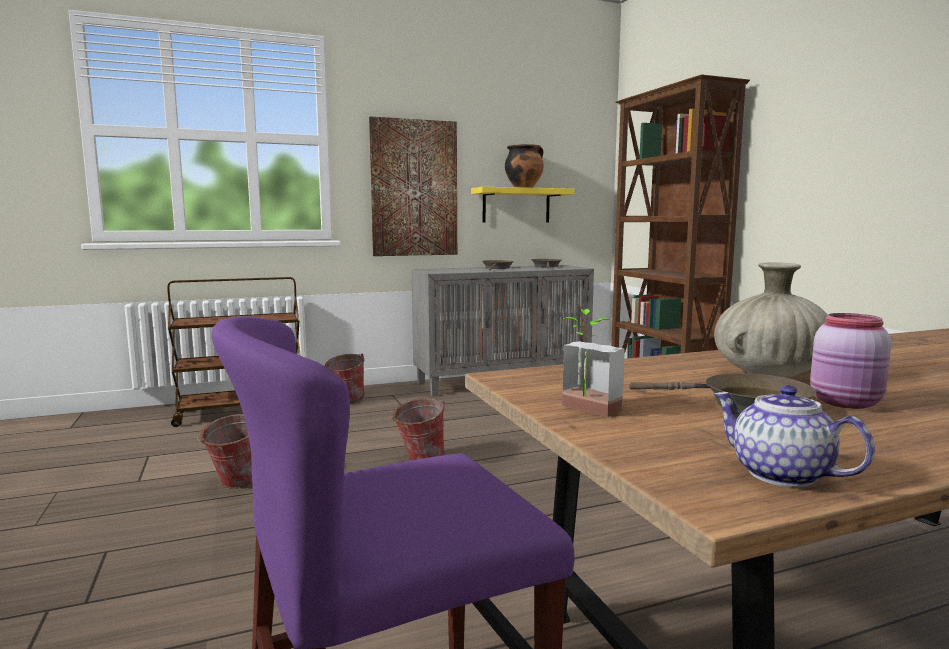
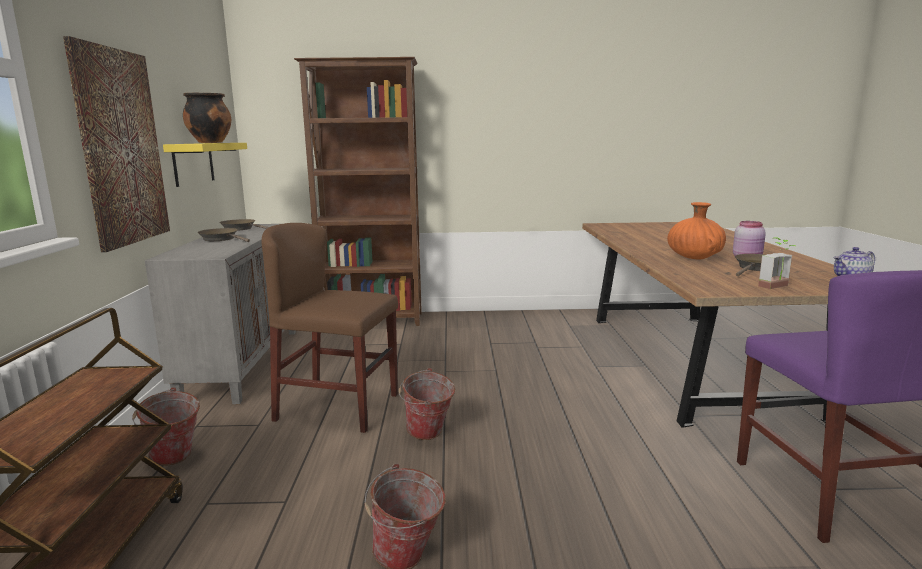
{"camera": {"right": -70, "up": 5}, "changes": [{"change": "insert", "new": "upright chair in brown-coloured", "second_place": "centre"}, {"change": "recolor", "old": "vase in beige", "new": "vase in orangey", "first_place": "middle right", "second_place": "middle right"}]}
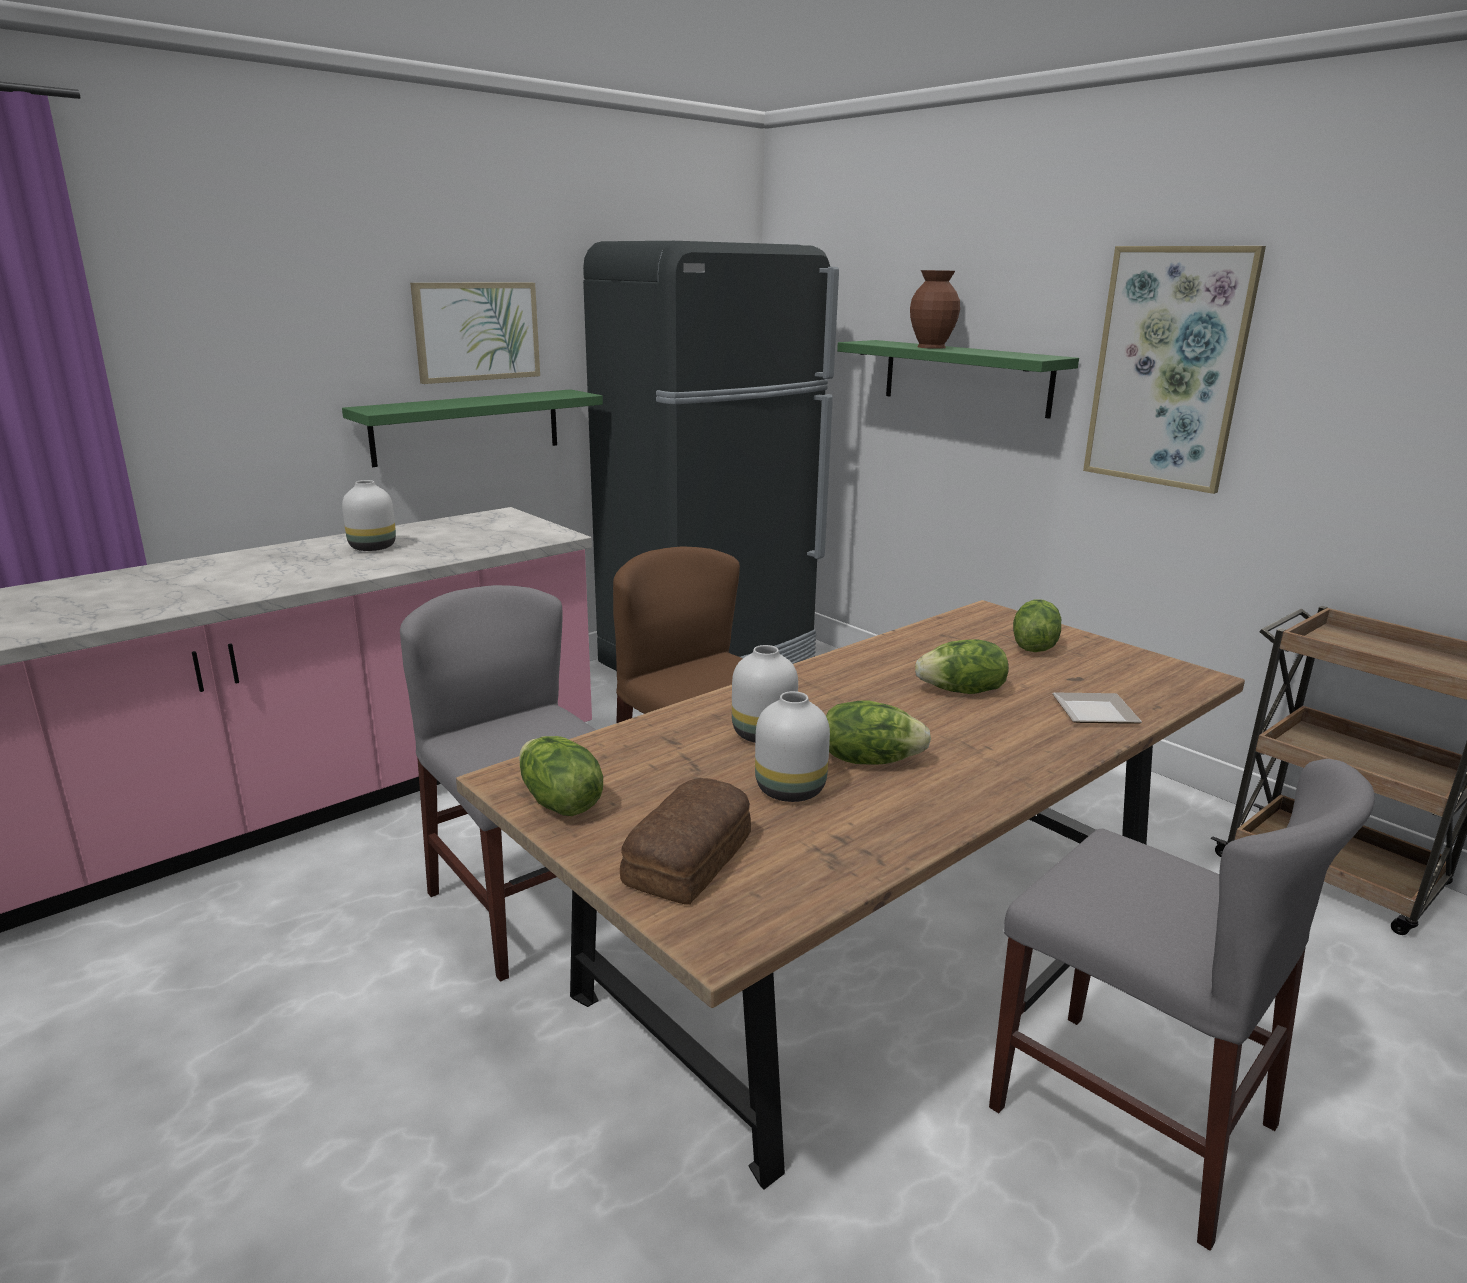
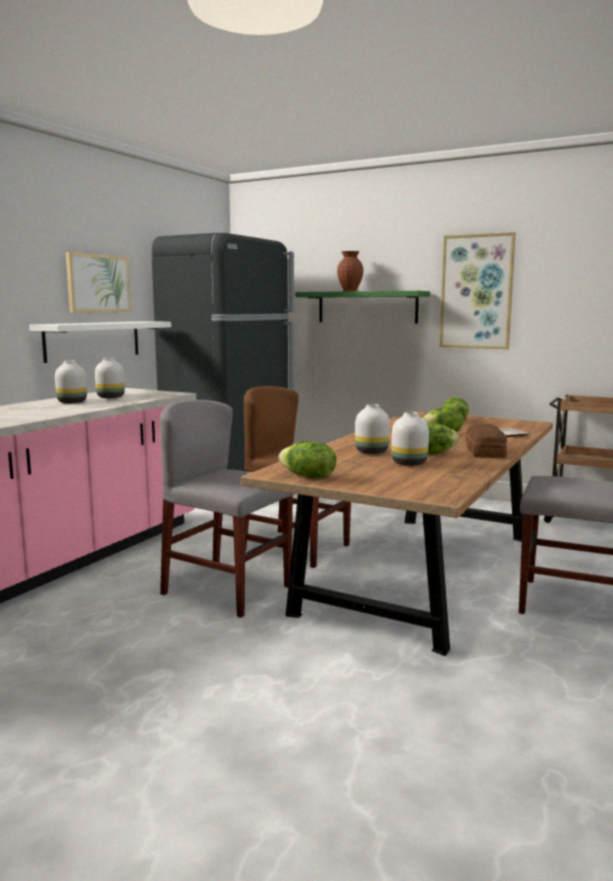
{"camera": {"right": -20, "up": -10}, "changes": [{"change": "insert", "new": "vase in white-coloured (2nd from left)", "second_place": "middle left"}, {"change": "move", "old": "bread", "first_place": "centre", "second_place": "middle right"}, {"change": "recolor", "old": "wall shelf in green-coloured (1st from left)", "new": "wall shelf in white-coloured", "first_place": "middle left", "second_place": "middle left"}]}
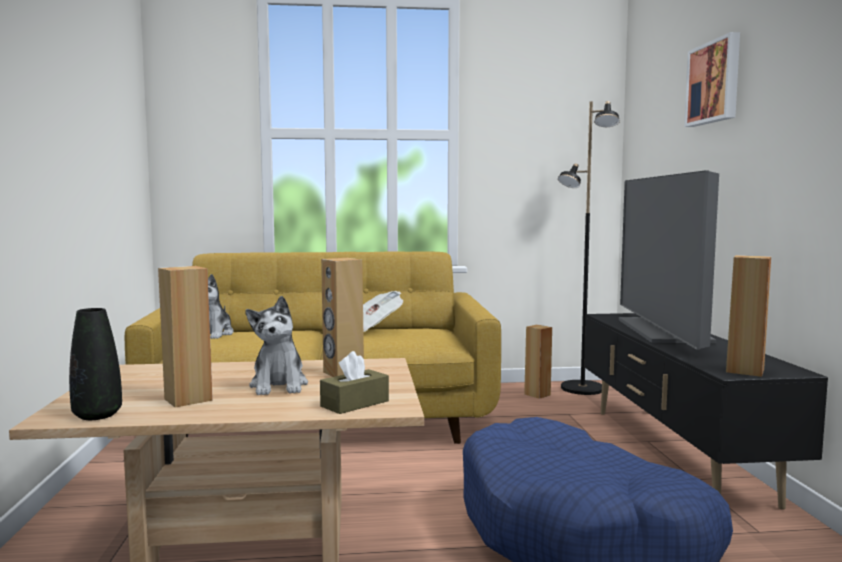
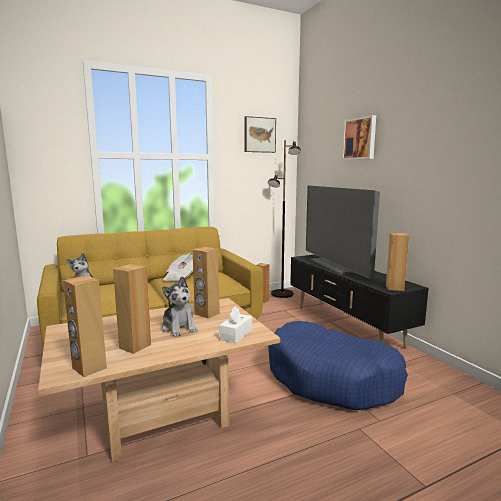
{"camera": {"right": -20, "up": 5}, "changes": [{"change": "insert", "new": "wall art (1st from left)", "second_place": "top centre"}, {"change": "replace", "old": "vase in blackish", "new": "audio speaker in brown-coloured (1st from left)", "first_place": "middle left", "second_place": "middle left"}, {"change": "recolor", "old": "tissue holder in brown-coloured", "new": "tissue holder in white-coloured", "first_place": "bottom centre", "second_place": "centre"}]}
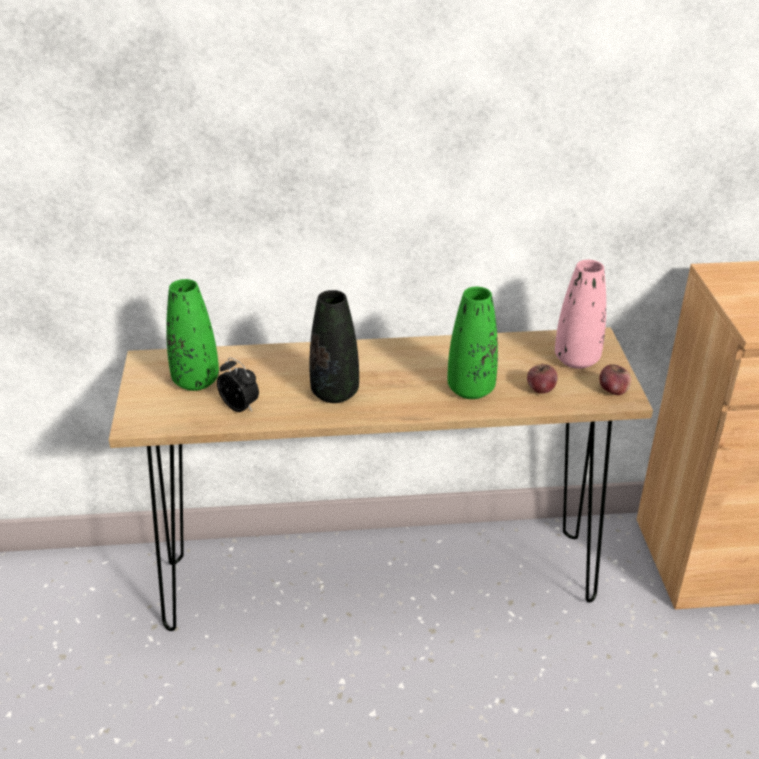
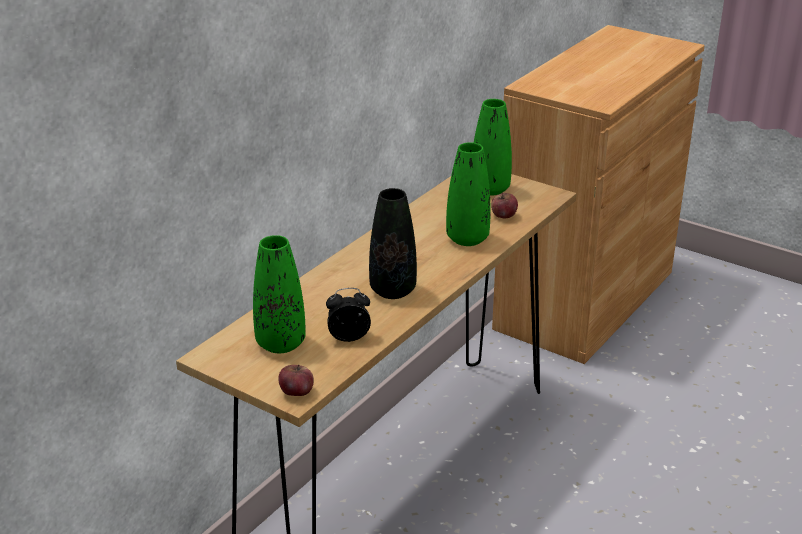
{"camera": {"right": -50, "up": -5}, "changes": [{"change": "move", "old": "apple fruit (2nd from left in the first image)", "new": "apple fruit (1st from left)", "first_place": "middle right", "second_place": "bottom centre"}, {"change": "recolor", "old": "vase in pink-coloured", "new": "vase in green-coloured (3rd from left)", "first_place": "middle right", "second_place": "top centre"}]}
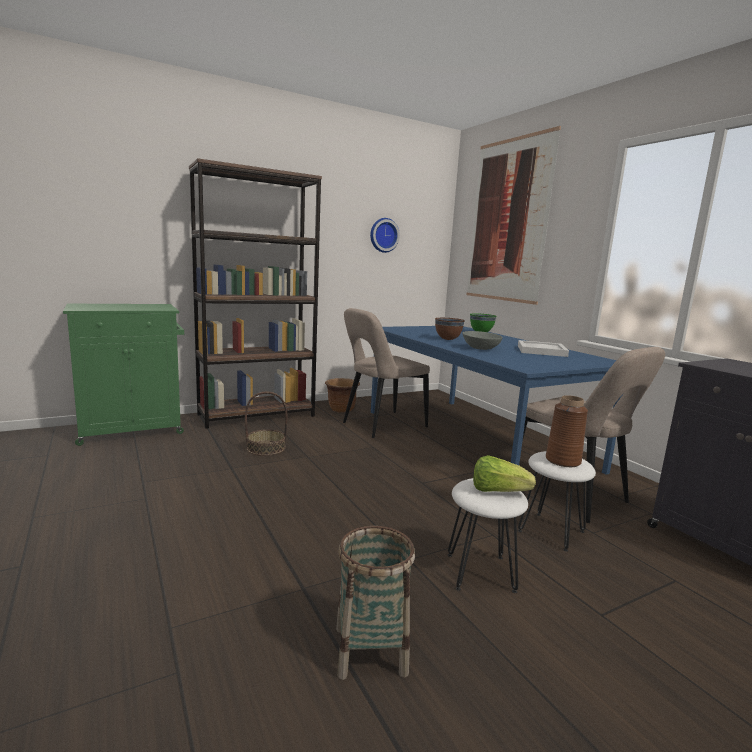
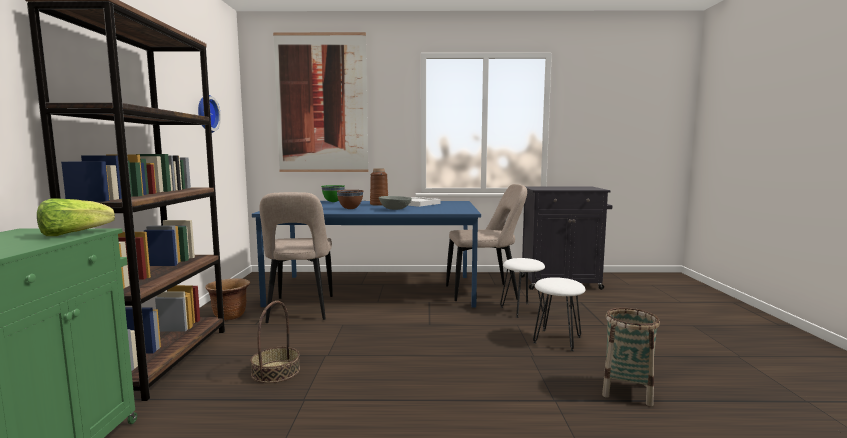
{"camera": {"right": -60, "up": -5}, "changes": [{"change": "move", "old": "lettuce", "first_place": "middle right", "second_place": "middle left"}, {"change": "move", "old": "vase in brown-coloured", "first_place": "middle right", "second_place": "centre"}]}
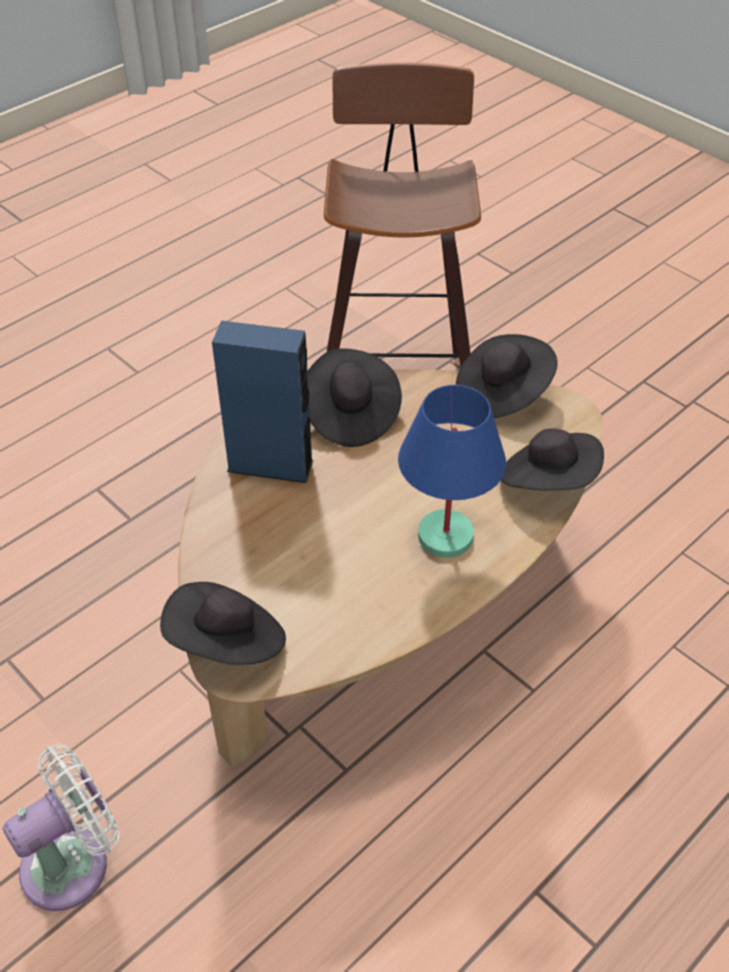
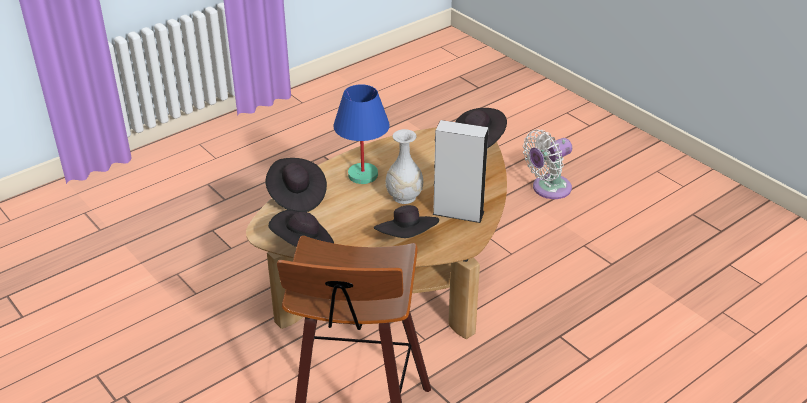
{"camera": {"right": -175, "up": -10}, "changes": [{"change": "insert", "new": "vase in white-coloured", "second_place": "centre"}, {"change": "recolor", "old": "audio speaker in bluish", "new": "audio speaker in greyish", "first_place": "centre", "second_place": "centre"}]}
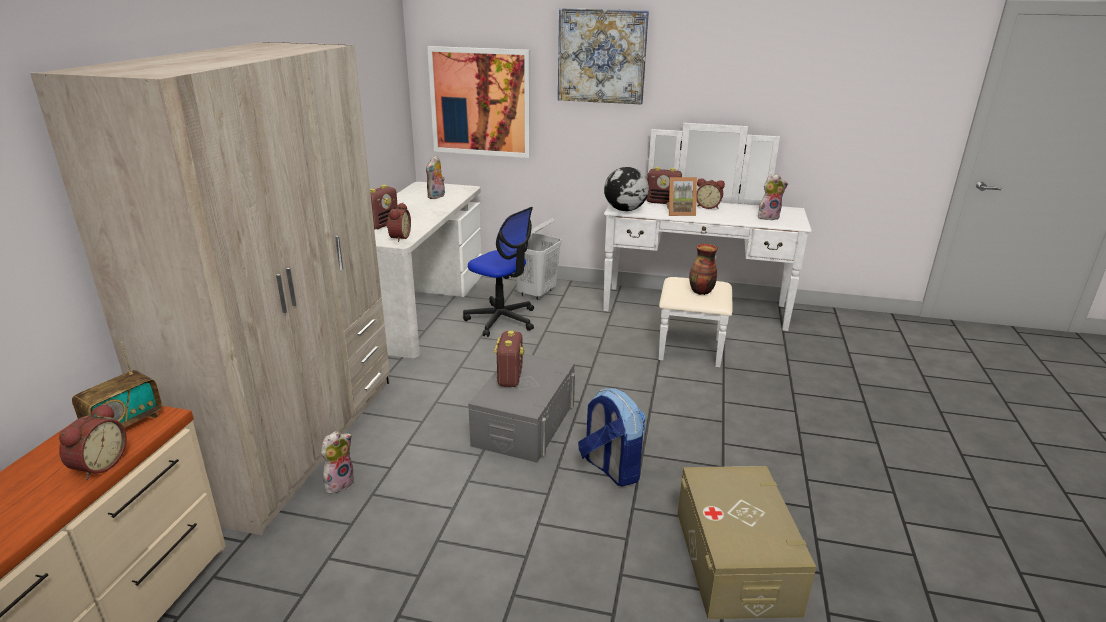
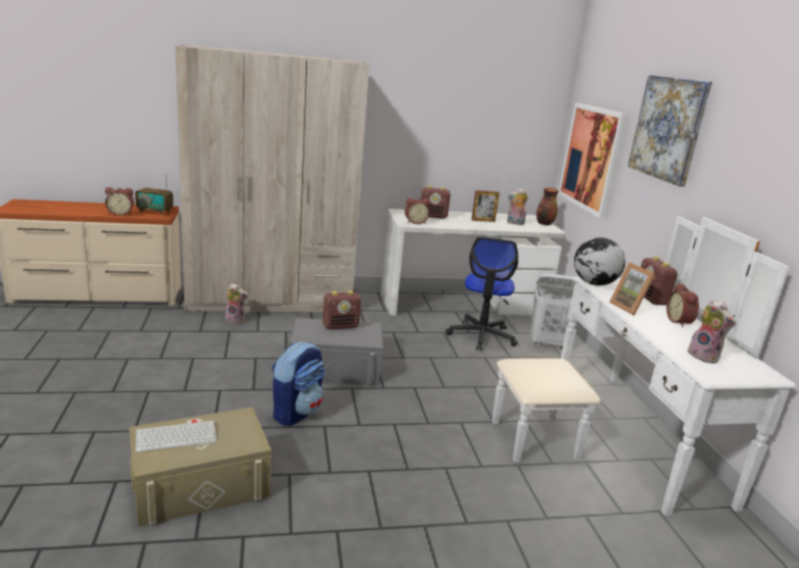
{"camera": {"right": 65, "up": -5}, "changes": [{"change": "insert", "new": "keyboard", "second_place": "bottom left"}, {"change": "insert", "new": "photo frame (1st from left)", "second_place": "centre"}, {"change": "move", "old": "vase", "first_place": "centre", "second_place": "middle right"}]}
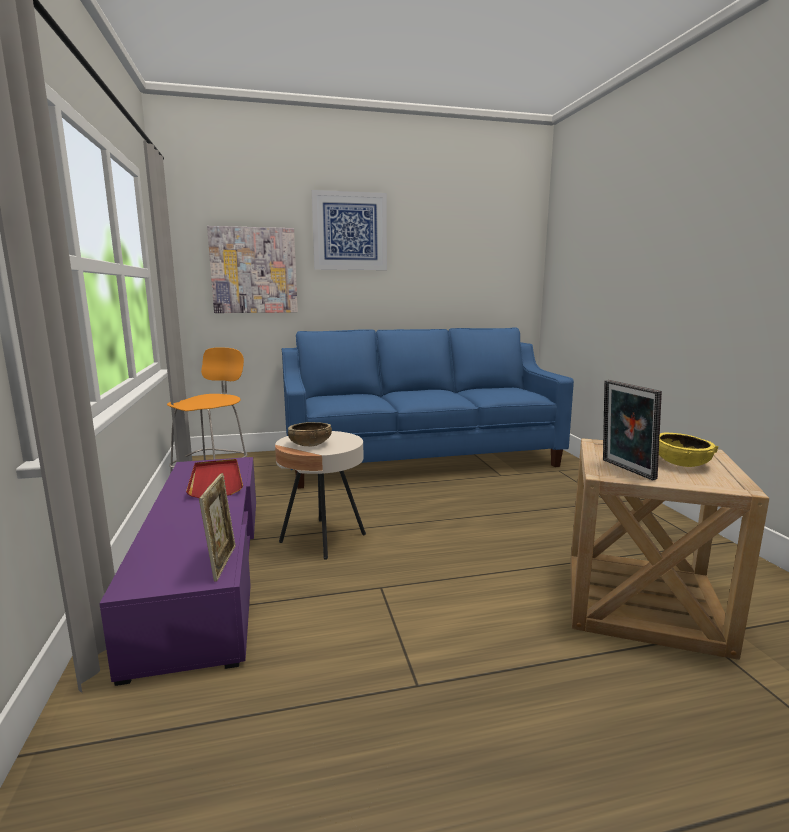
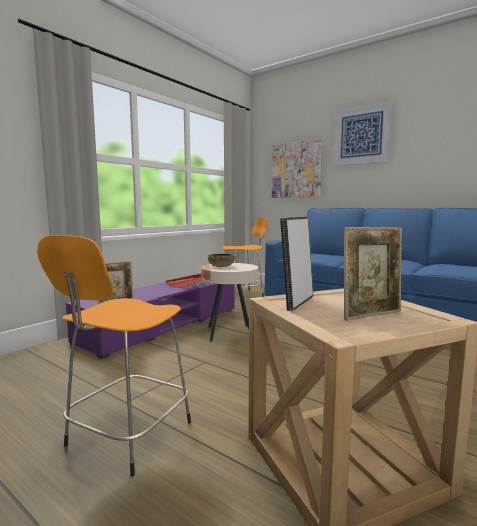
{"camera": {"right": 50, "up": -5}, "changes": [{"change": "insert", "new": "sitting stool in orangey (1st from left)", "second_place": "bottom left"}, {"change": "replace", "old": "deep dish in yellowish", "new": "photo frame (3rd from left)", "first_place": "middle right", "second_place": "middle right"}]}
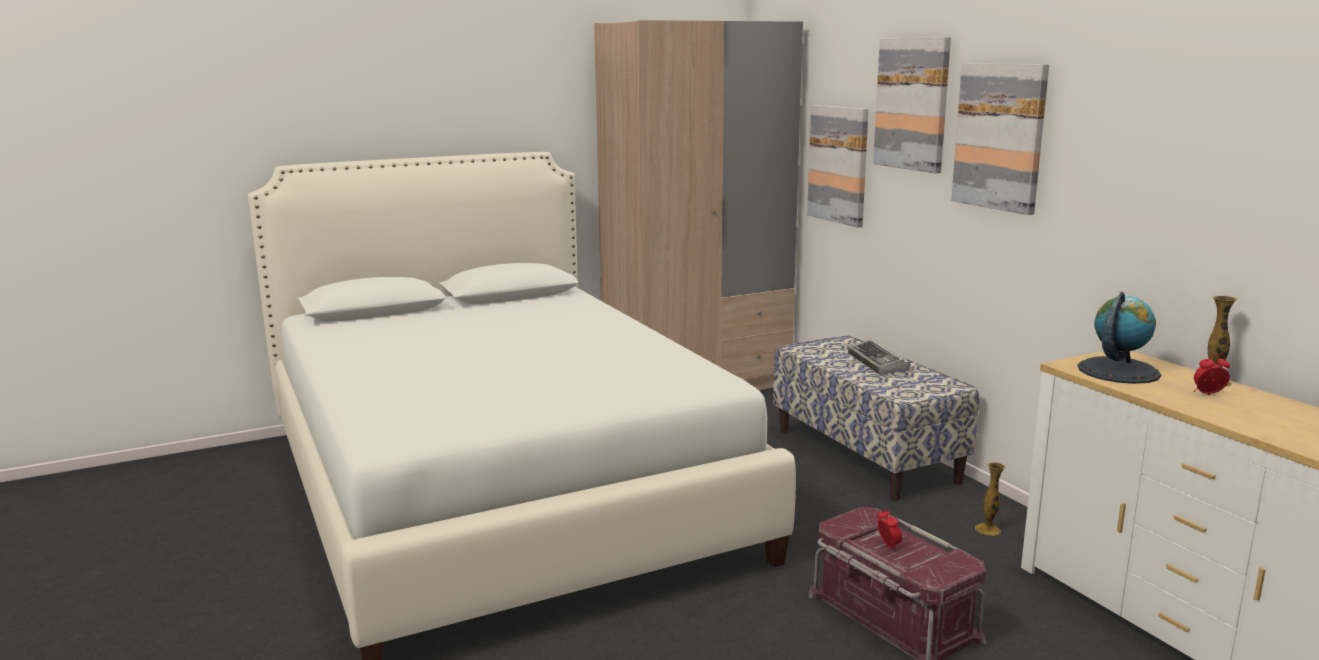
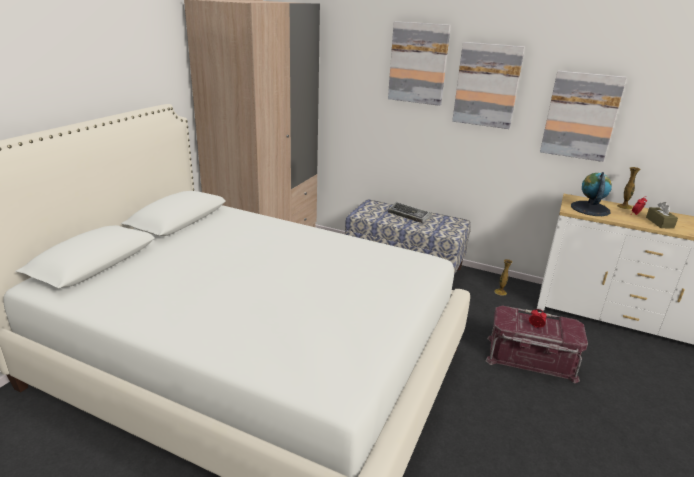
{"camera": {"right": -40, "up": 10}, "changes": [{"change": "insert", "new": "tissue holder in brown-coloured", "second_place": "middle right"}, {"change": "move", "old": "wall art (1st from left in the first image)", "new": "wall art (3rd from left)", "first_place": "top centre", "second_place": "top right"}]}
